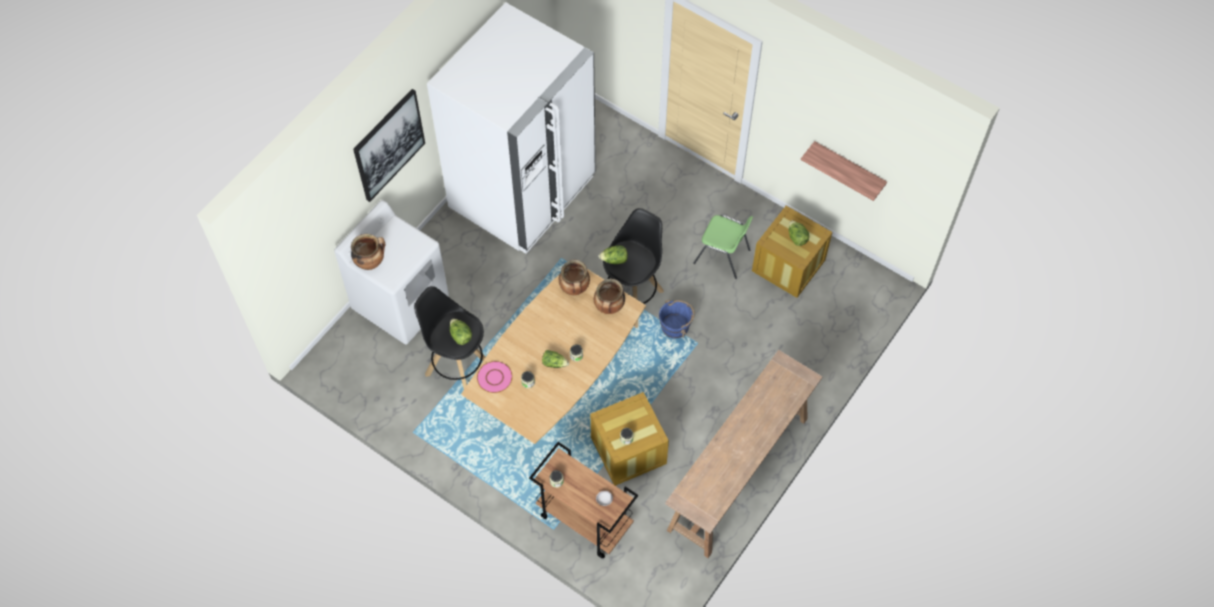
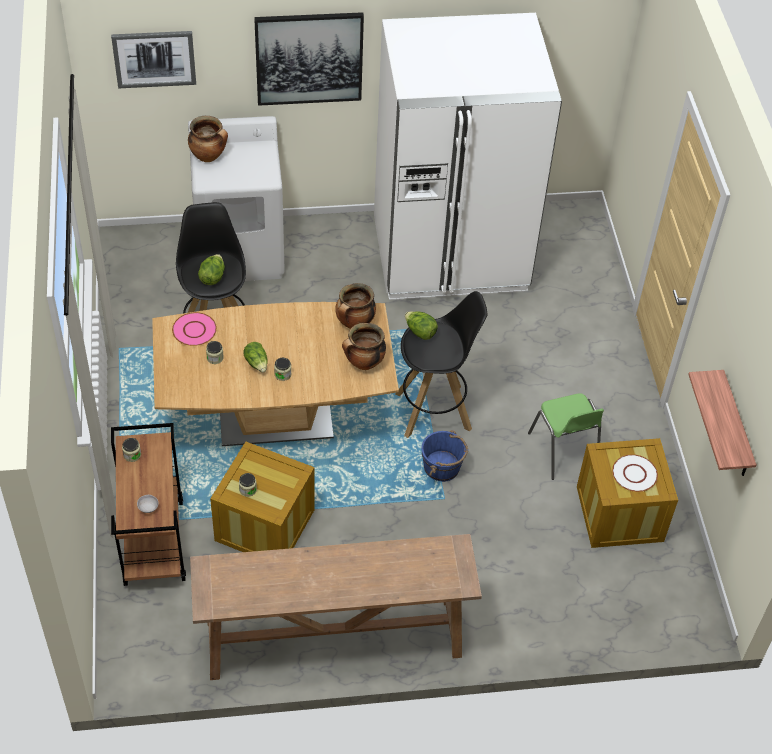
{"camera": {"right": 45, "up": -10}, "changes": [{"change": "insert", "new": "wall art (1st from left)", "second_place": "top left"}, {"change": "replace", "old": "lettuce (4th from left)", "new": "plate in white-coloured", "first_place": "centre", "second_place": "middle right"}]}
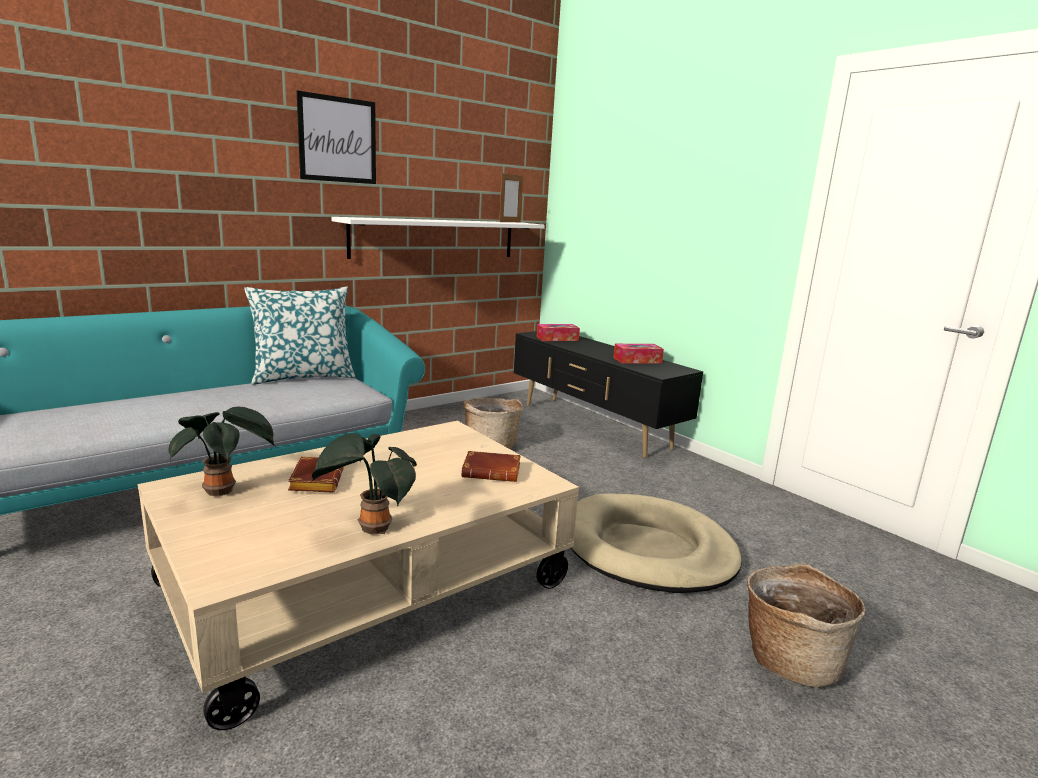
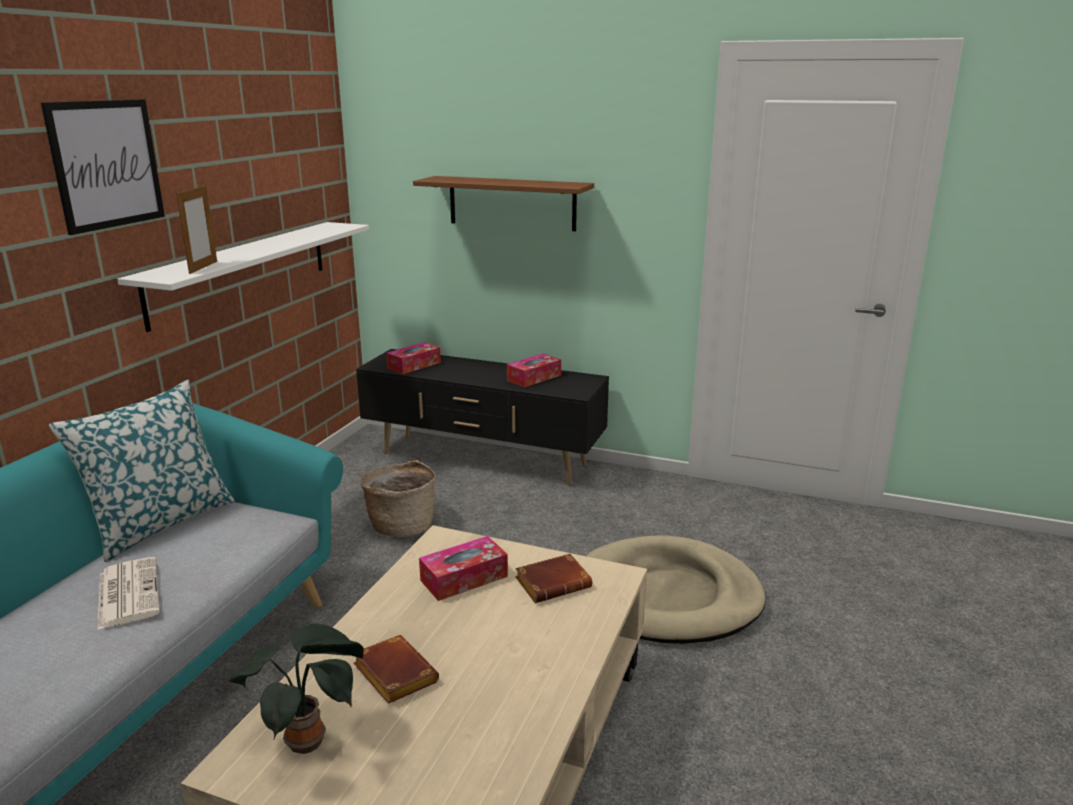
{"camera": {"right": -30, "up": 5}, "changes": [{"change": "delete", "old": "houseplant (2nd from left)", "first_place": "centre"}, {"change": "delete", "old": "household basket (2nd from left)", "first_place": "bottom right"}, {"change": "insert", "new": "printed paper", "second_place": "bottom left"}, {"change": "insert", "new": "wall shelf in brown-coloured", "second_place": "top centre"}, {"change": "insert", "new": "tissue holder (2nd from left)", "second_place": "bottom centre"}, {"change": "move", "old": "photo frame", "first_place": "top centre", "second_place": "top left"}]}
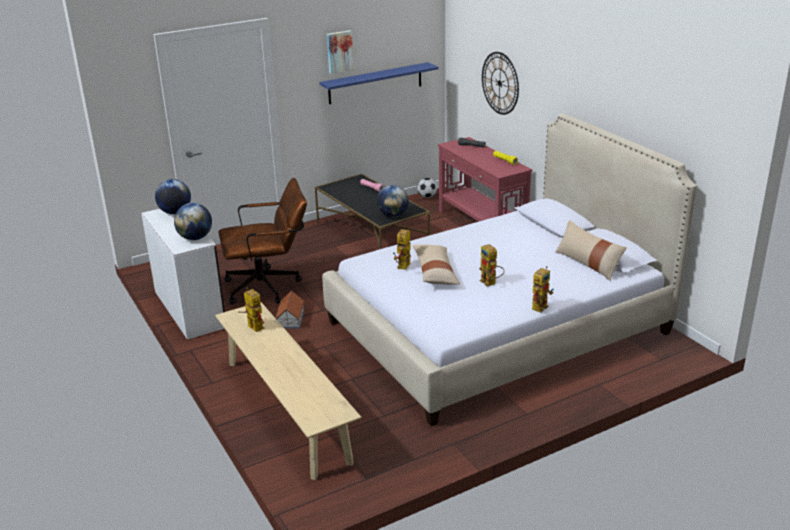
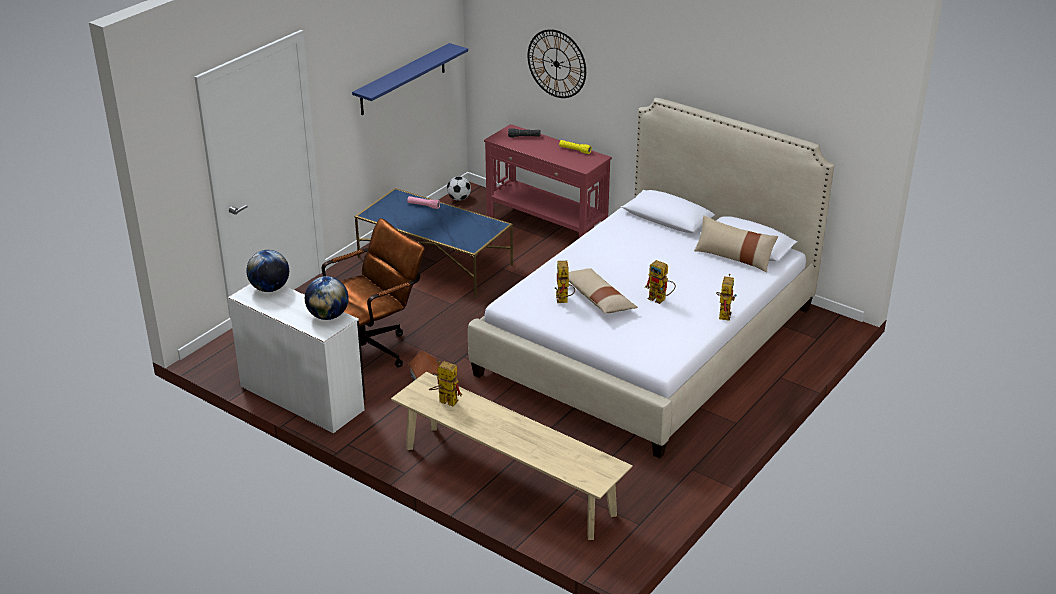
{"camera": {"right": -25, "up": 5}, "changes": [{"change": "delete", "old": "wall art", "first_place": "top centre"}, {"change": "delete", "old": "globe (3rd from left)", "first_place": "centre"}, {"change": "recolor", "old": "lounge table in blackish", "new": "lounge table in bluish", "first_place": "centre", "second_place": "centre"}]}
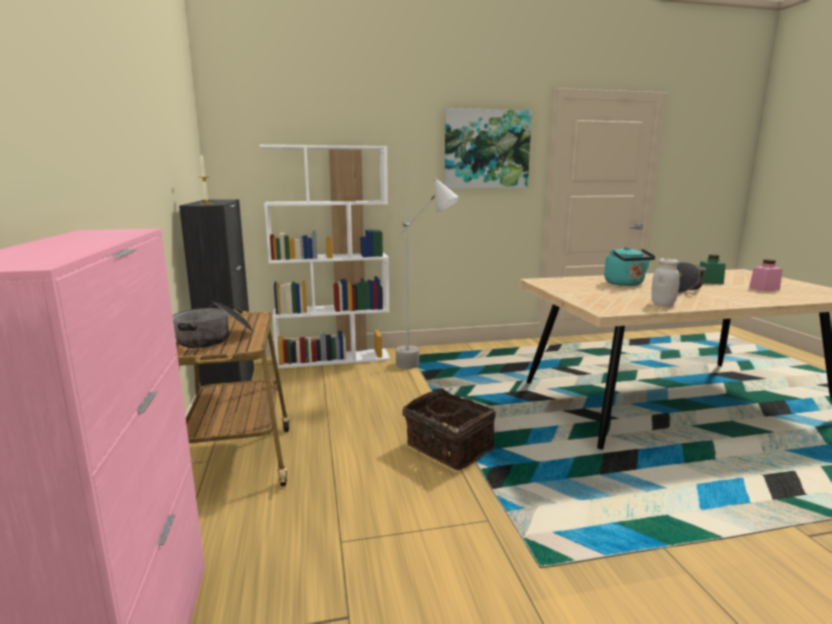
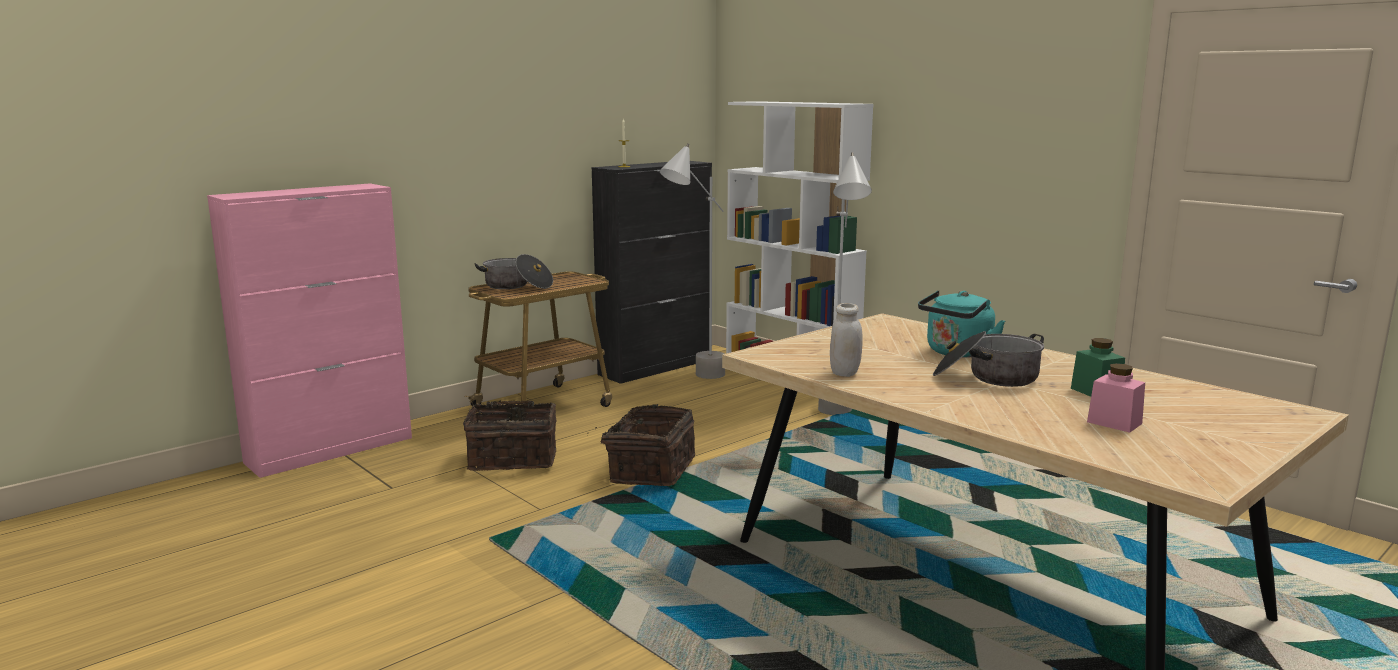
{"camera": {"right": 60, "up": 0}, "changes": [{"change": "delete", "old": "wall art", "first_place": "top centre"}, {"change": "insert", "new": "household basket (1st from left)", "second_place": "centre"}, {"change": "insert", "new": "standard lamp in greyish (1st from left)", "second_place": "centre"}]}
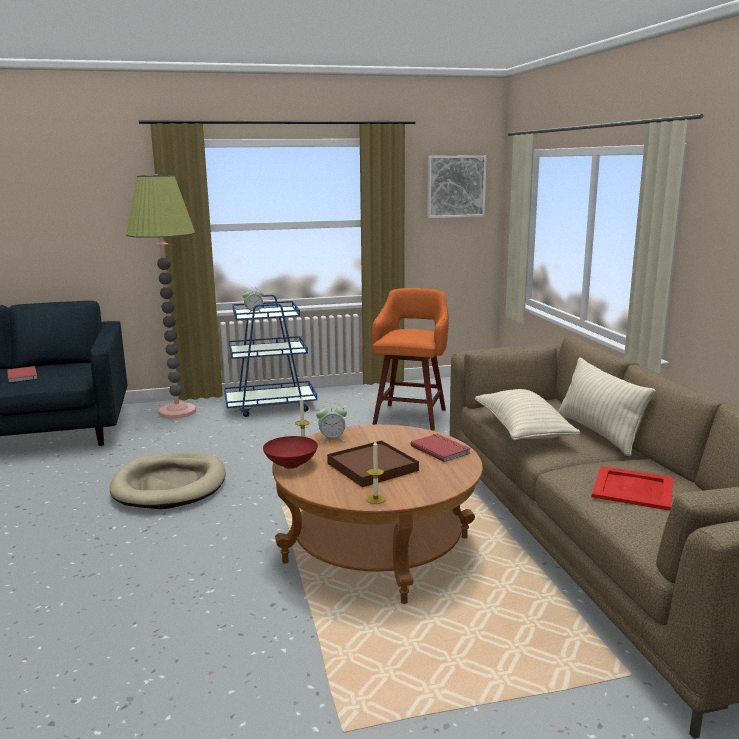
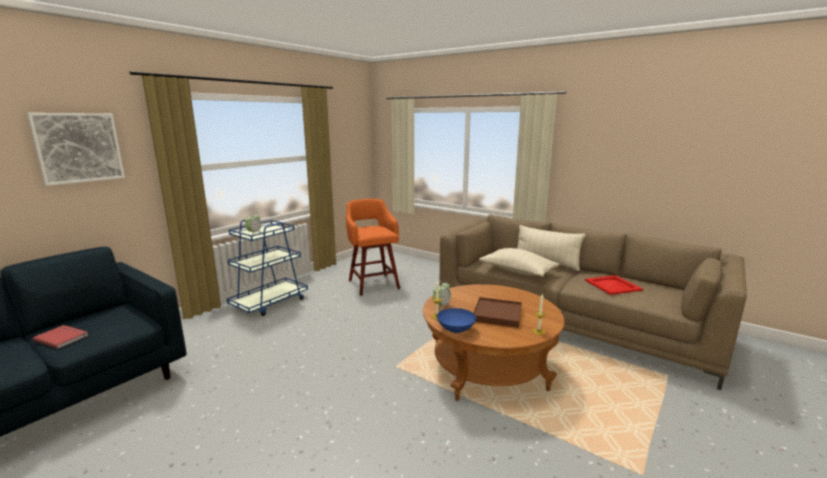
{"camera": {"right": -40, "up": 0}, "changes": [{"change": "delete", "old": "pet bed in beige", "first_place": "middle left"}, {"change": "delete", "old": "standard lamp", "first_place": "middle left"}, {"change": "delete", "old": "book in red-coloured (2nd from left)", "first_place": "centre"}, {"change": "move", "old": "wall art", "first_place": "top centre", "second_place": "top left"}, {"change": "recolor", "old": "deep dish in red-coloured", "new": "deep dish in bluish", "first_place": "centre", "second_place": "bottom centre"}]}
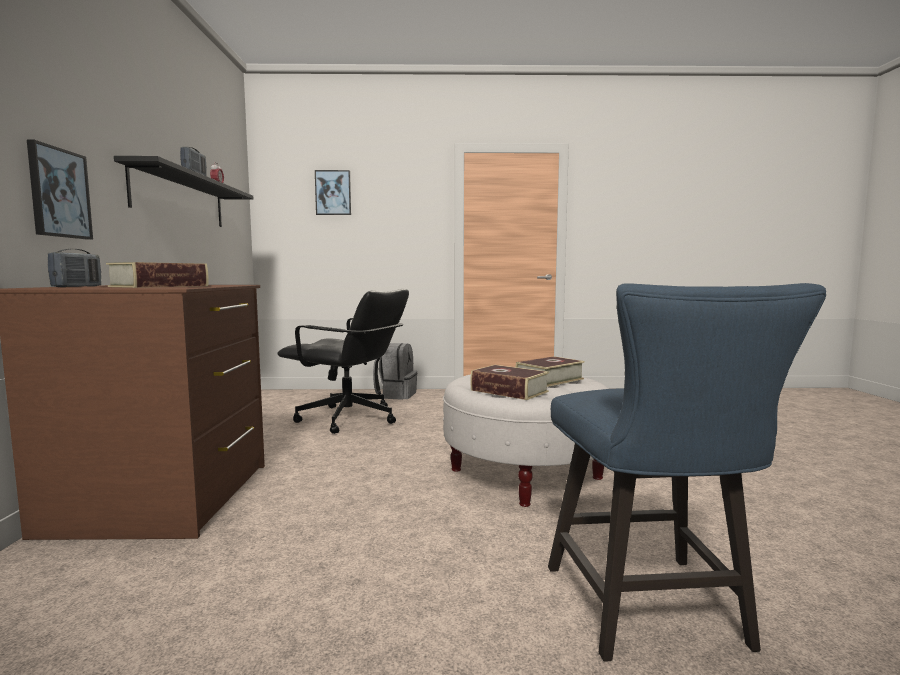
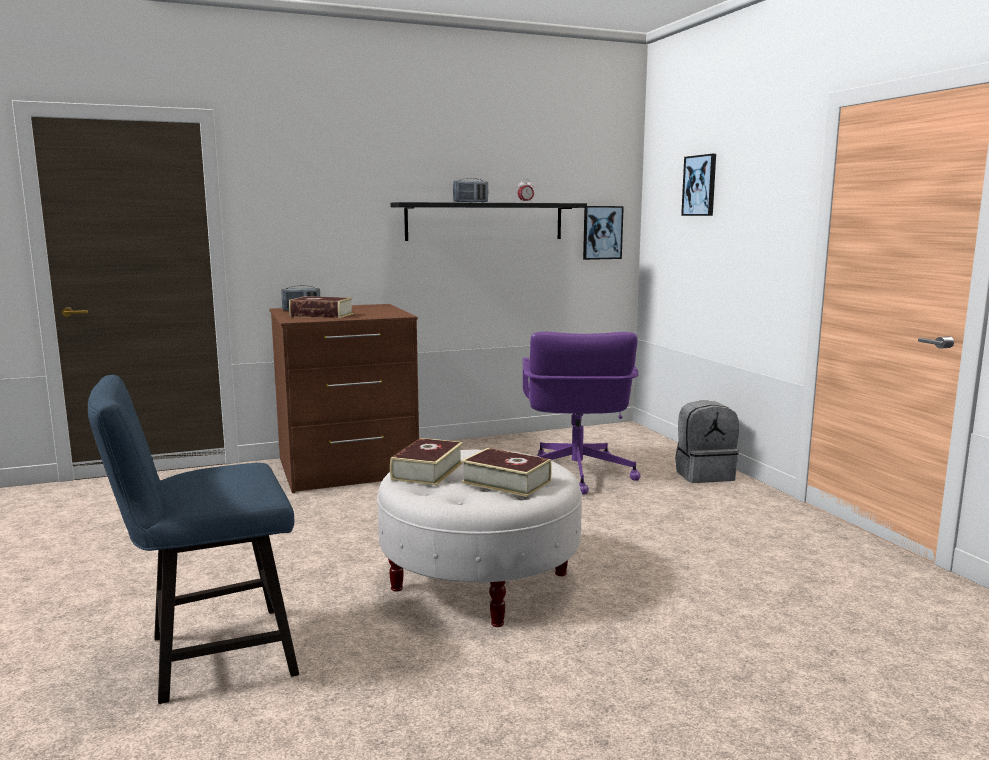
{"camera": {"right": 70, "up": 5}, "changes": [{"change": "move", "old": "wall art (1st from left)", "first_place": "top left", "second_place": "top centre"}, {"change": "recolor", "old": "desk chair in blackish", "new": "desk chair in purplish", "first_place": "centre", "second_place": "centre"}]}
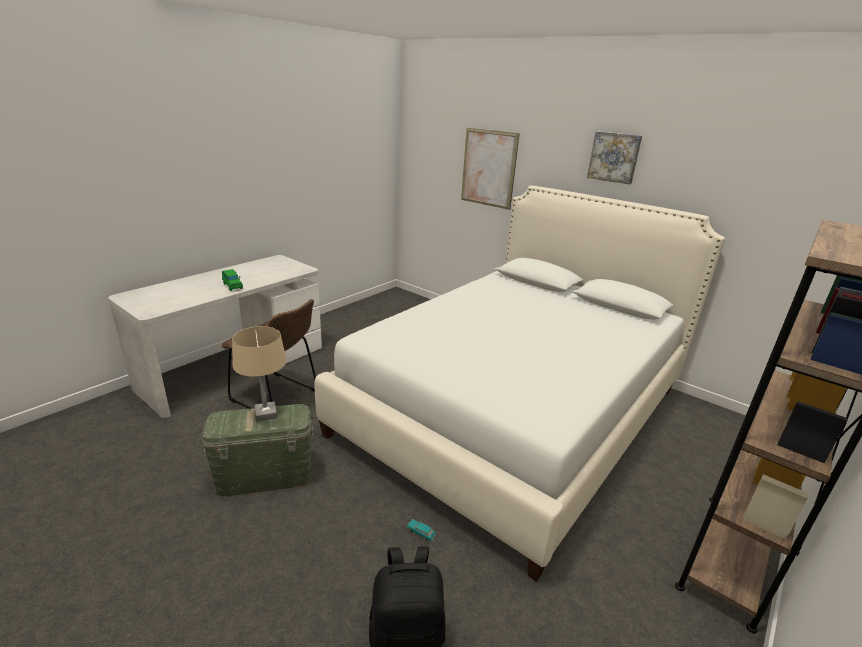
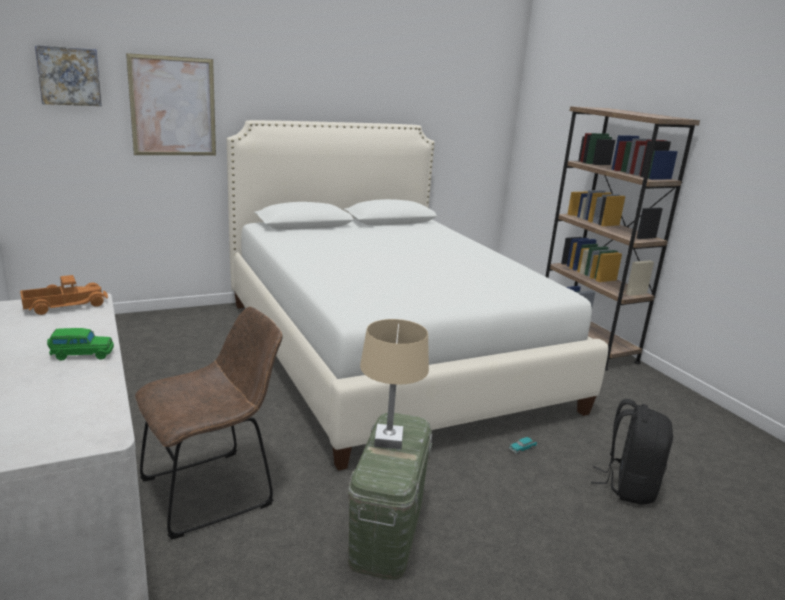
{"camera": {"right": -65, "up": -5}, "changes": [{"change": "insert", "new": "toy lorry", "second_place": "middle left"}, {"change": "move", "old": "wall art (2nd from left in the first image)", "new": "wall art (1st from left)", "first_place": "top right", "second_place": "top left"}]}
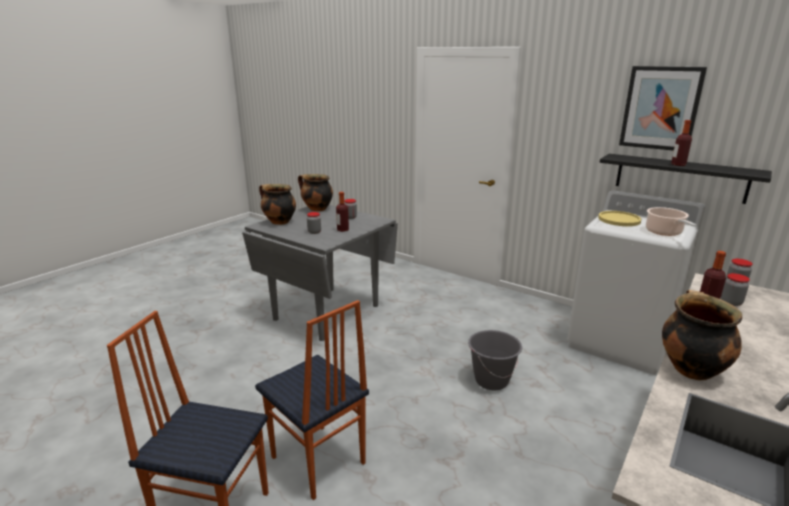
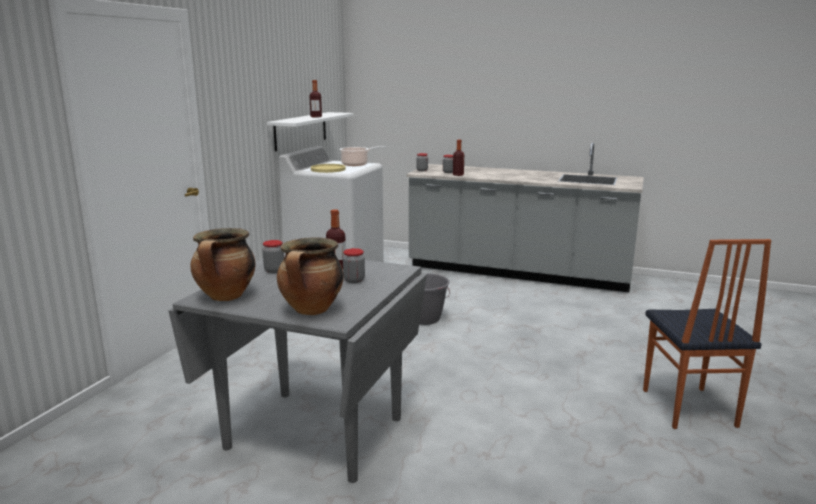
{"camera": {"right": -105, "up": -5}, "changes": [{"change": "delete", "old": "upright chair (2nd from left)", "first_place": "bottom centre"}, {"change": "delete", "old": "wall art", "first_place": "top right"}, {"change": "delete", "old": "saucepot (4th from left)", "first_place": "middle right"}, {"change": "recolor", "old": "wall shelf in blackish", "new": "wall shelf in white-coloured", "first_place": "middle right", "second_place": "top centre"}]}
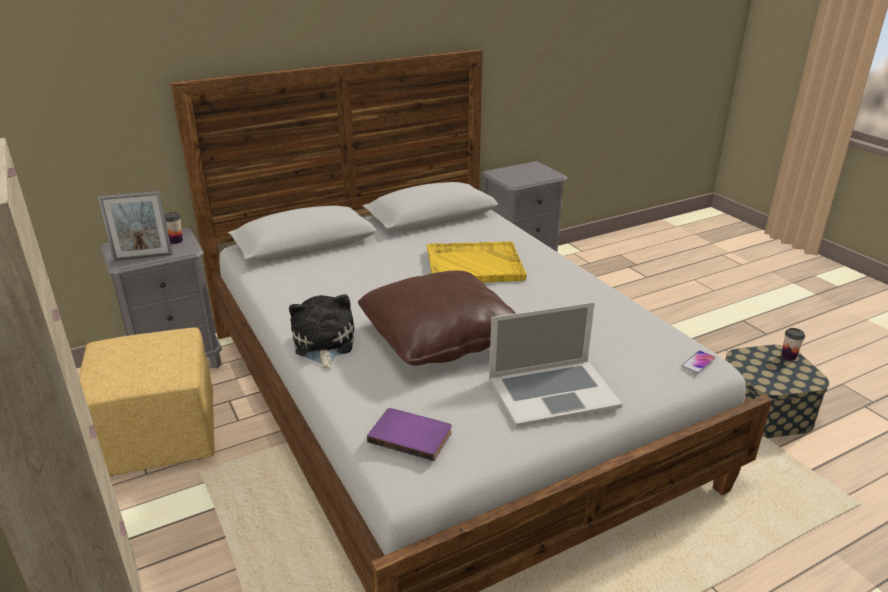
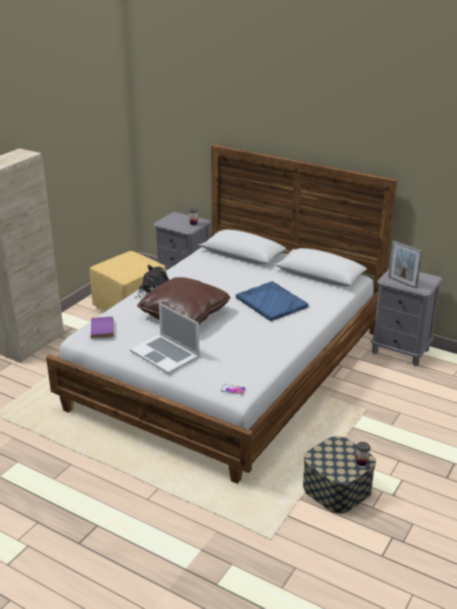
{"camera": {"right": 60, "up": 0}, "changes": [{"change": "move", "old": "photo frame", "first_place": "middle left", "second_place": "middle right"}, {"change": "recolor", "old": "tray in yellowish", "new": "tray in bluish", "first_place": "centre", "second_place": "centre"}]}
